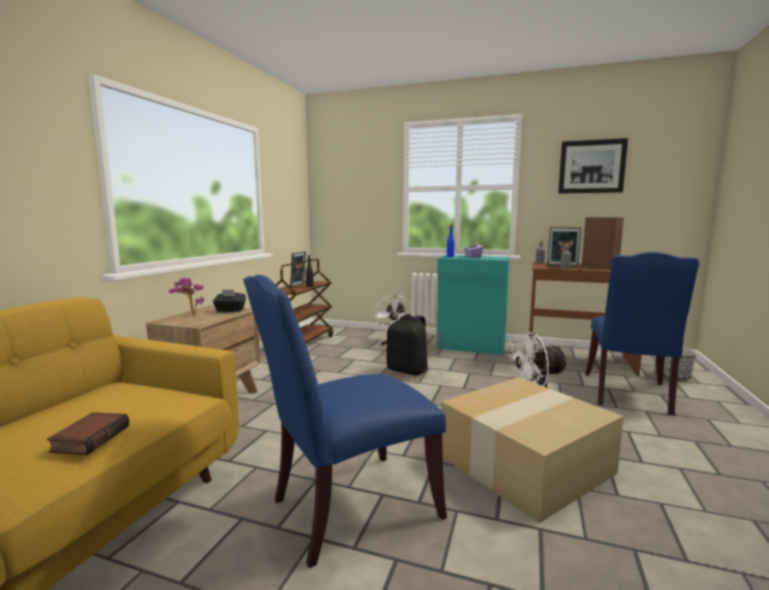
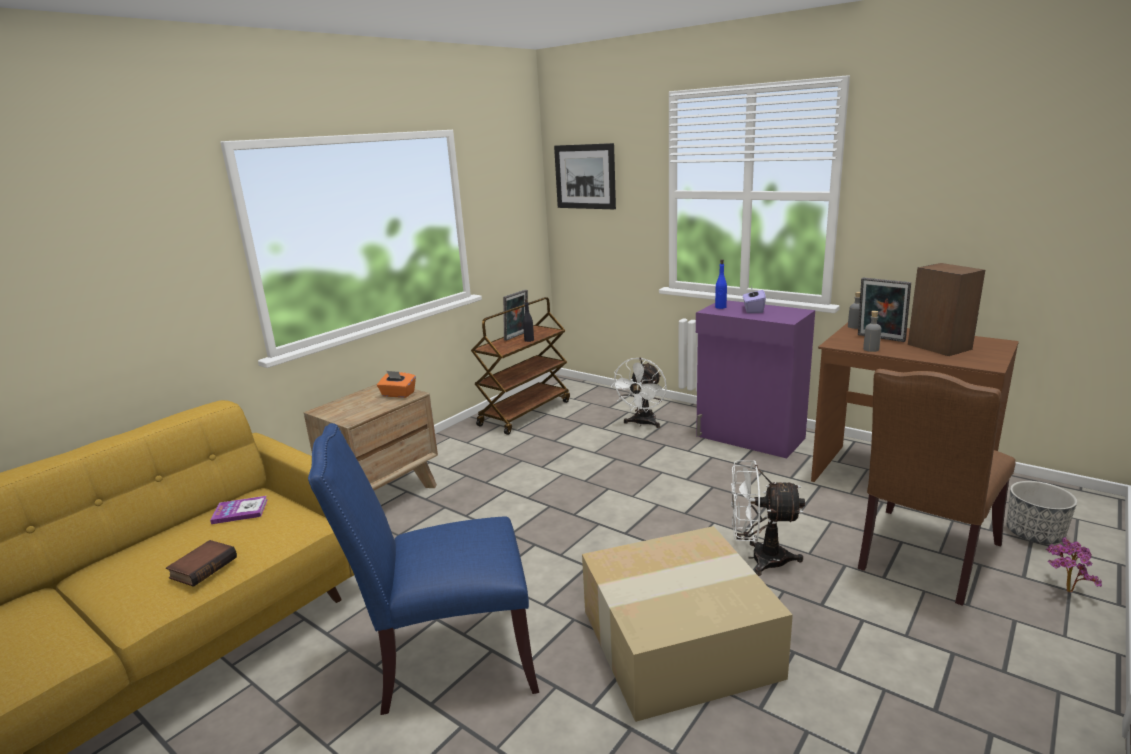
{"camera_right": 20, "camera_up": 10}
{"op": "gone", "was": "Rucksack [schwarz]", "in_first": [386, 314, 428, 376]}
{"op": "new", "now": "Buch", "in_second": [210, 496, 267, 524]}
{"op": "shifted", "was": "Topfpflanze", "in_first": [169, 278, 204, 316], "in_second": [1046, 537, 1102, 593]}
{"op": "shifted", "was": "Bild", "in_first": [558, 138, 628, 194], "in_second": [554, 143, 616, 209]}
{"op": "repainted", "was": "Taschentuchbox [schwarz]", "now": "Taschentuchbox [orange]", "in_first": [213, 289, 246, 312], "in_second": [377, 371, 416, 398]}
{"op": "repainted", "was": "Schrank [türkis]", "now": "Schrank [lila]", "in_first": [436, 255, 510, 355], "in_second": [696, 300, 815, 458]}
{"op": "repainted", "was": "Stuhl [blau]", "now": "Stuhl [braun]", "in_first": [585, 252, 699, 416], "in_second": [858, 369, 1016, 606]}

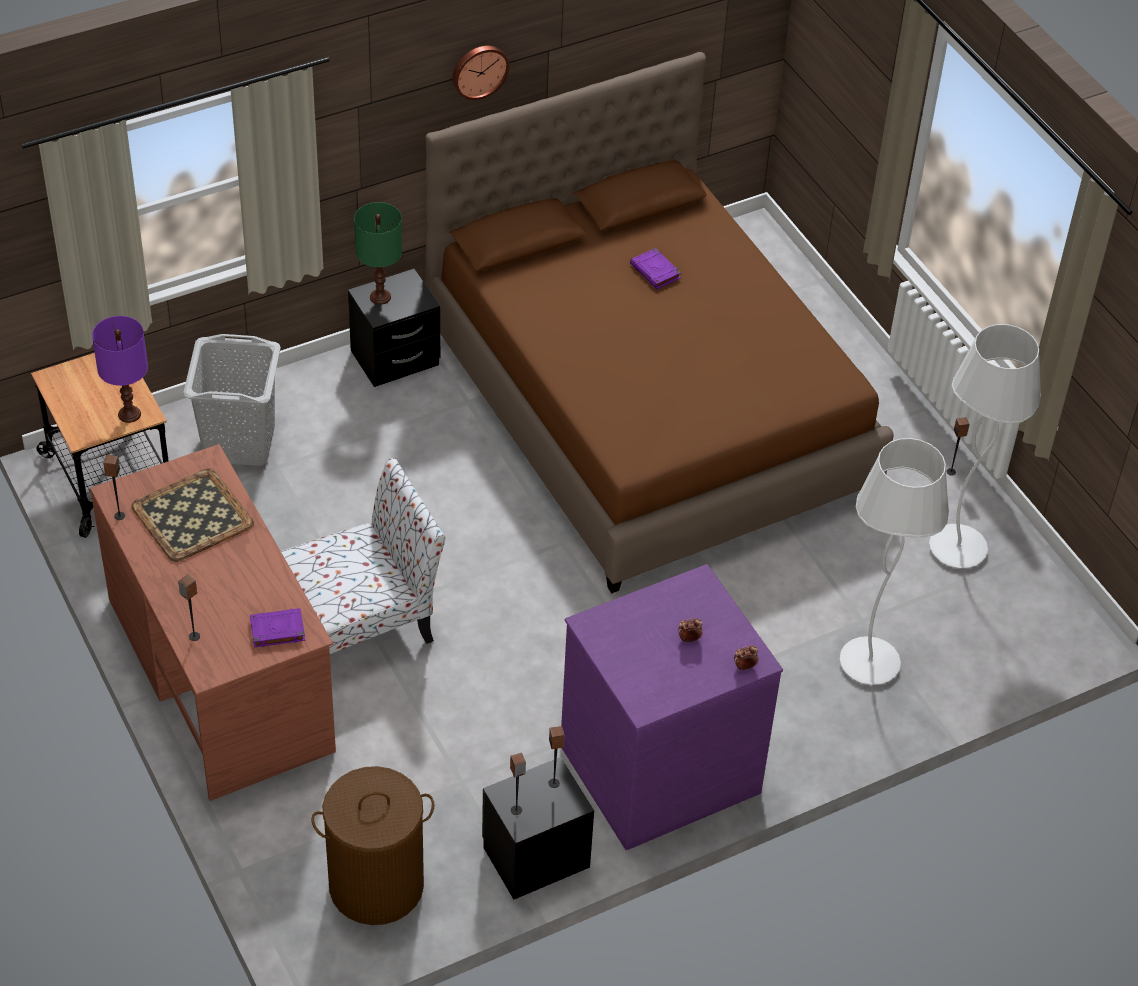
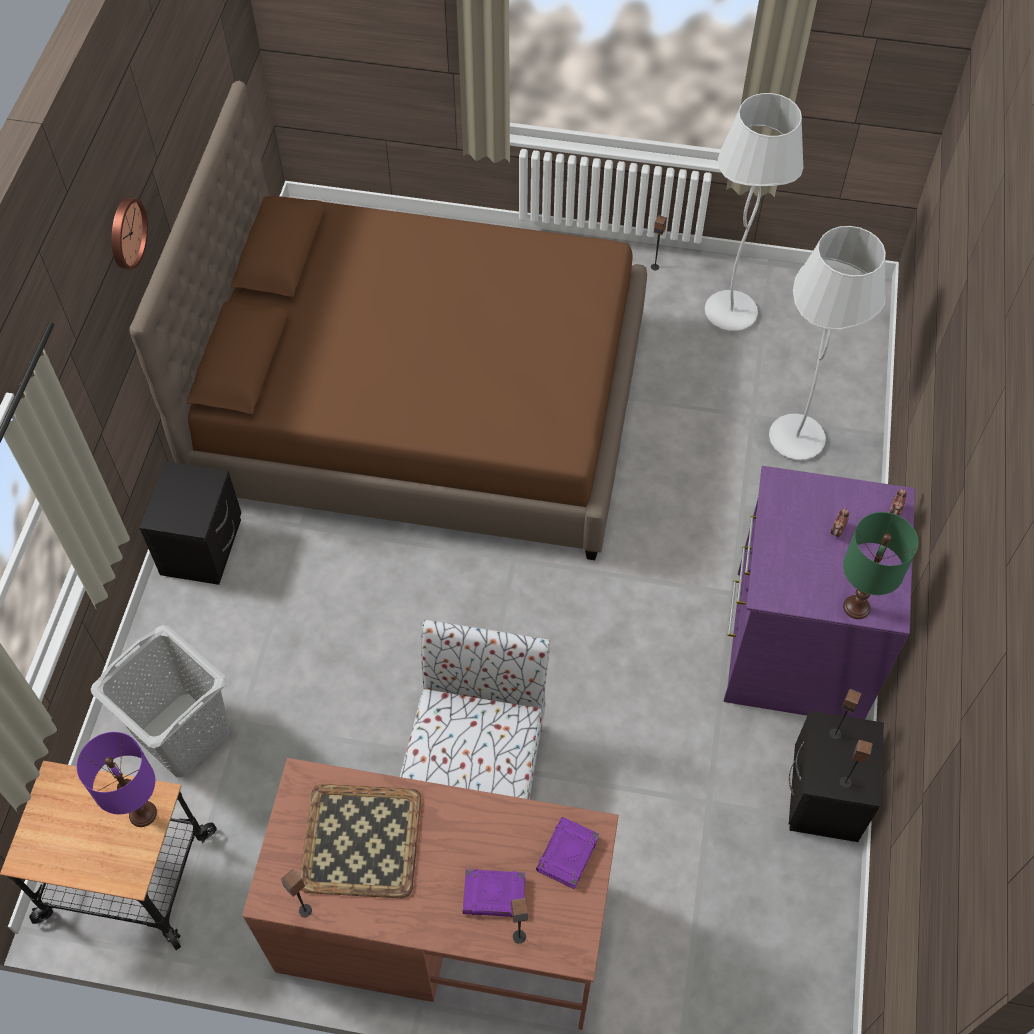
{"camera_right": -50, "camera_up": 10}
{"op": "gone", "was": "Wäschekorb [braun]", "in_first": [311, 766, 435, 925]}
{"op": "shifted", "was": "Tischlampe [grün]", "in_first": [354, 202, 402, 305], "in_second": [843, 512, 918, 619]}
{"op": "shifted", "was": "Buch [lila]", "in_first": [630, 248, 681, 289], "in_second": [463, 869, 525, 917]}

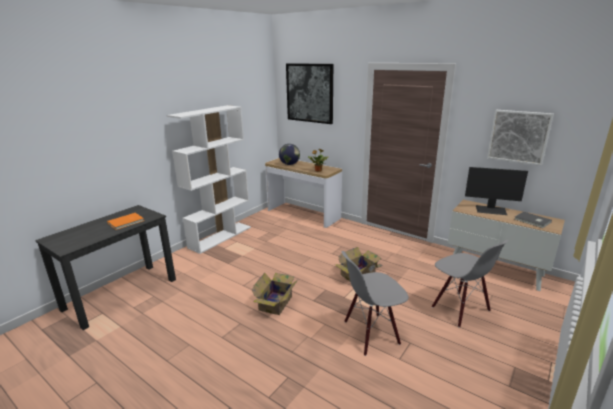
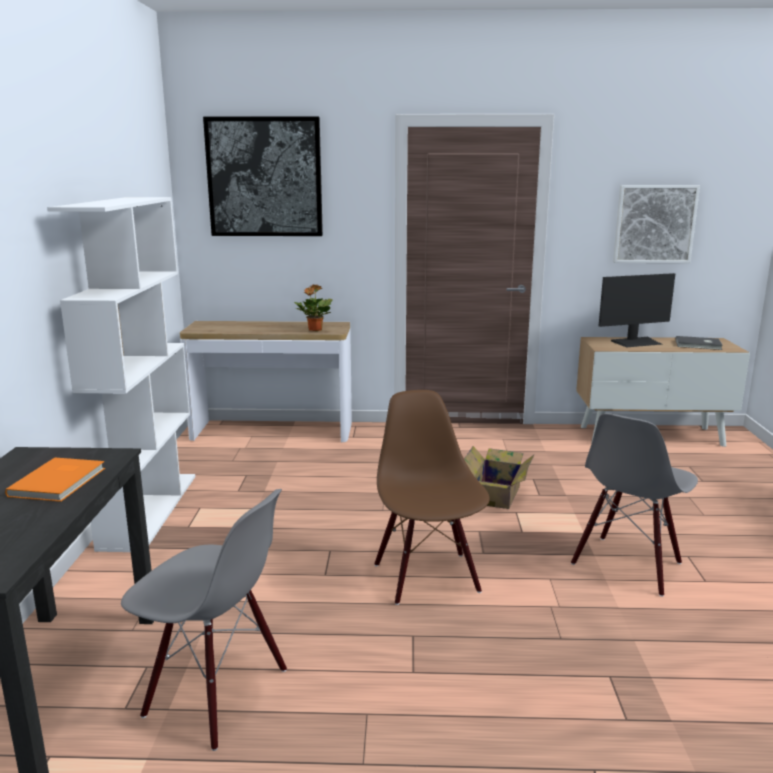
{"camera_right": -35, "camera_up": -5}
{"op": "gone", "was": "Globus", "in_first": [279, 144, 300, 165]}
{"op": "shifted", "was": "Stuhl [grau]", "in_first": [432, 240, 509, 328], "in_second": [121, 489, 287, 751]}
{"op": "swapped", "was": "Karton", "now": "Stuhl [braun]", "in_first": [252, 273, 298, 315], "in_second": [374, 390, 490, 605]}

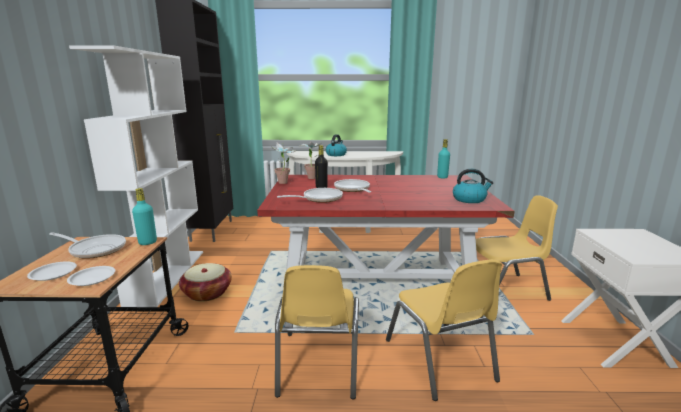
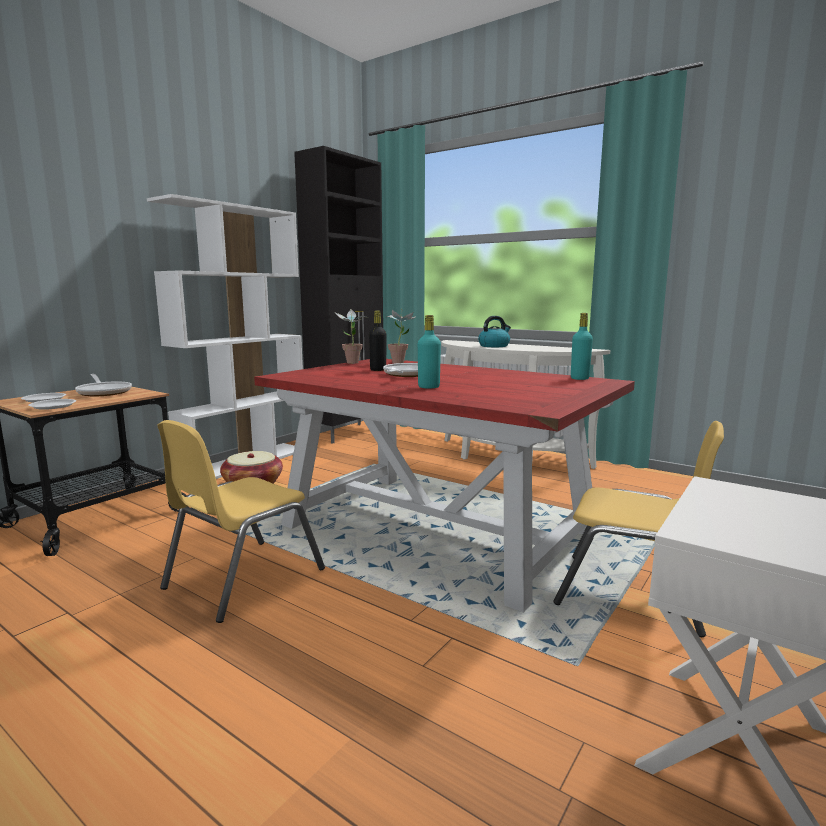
{"camera_right": 35, "camera_up": -5}
{"op": "gone", "was": "Pfanne", "in_first": [277, 188, 343, 203]}
{"op": "gone", "was": "Stuhl [gelb]", "in_first": [386, 259, 502, 401]}
{"op": "gone", "was": "Wasserkessel", "in_first": [453, 169, 494, 203]}
{"op": "shifted", "was": "Flasche [türkis]", "in_first": [132, 188, 157, 245], "in_second": [418, 315, 441, 389]}

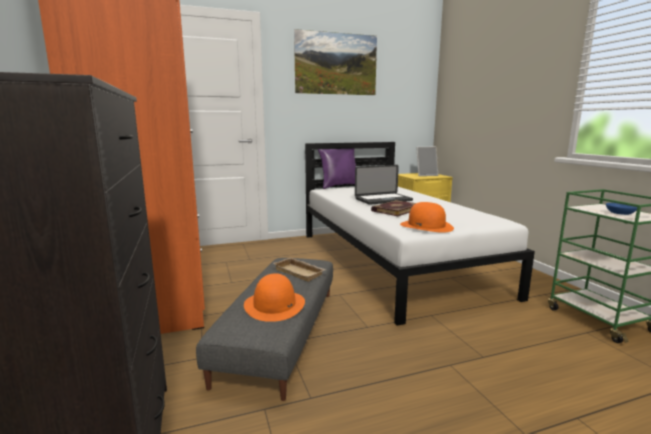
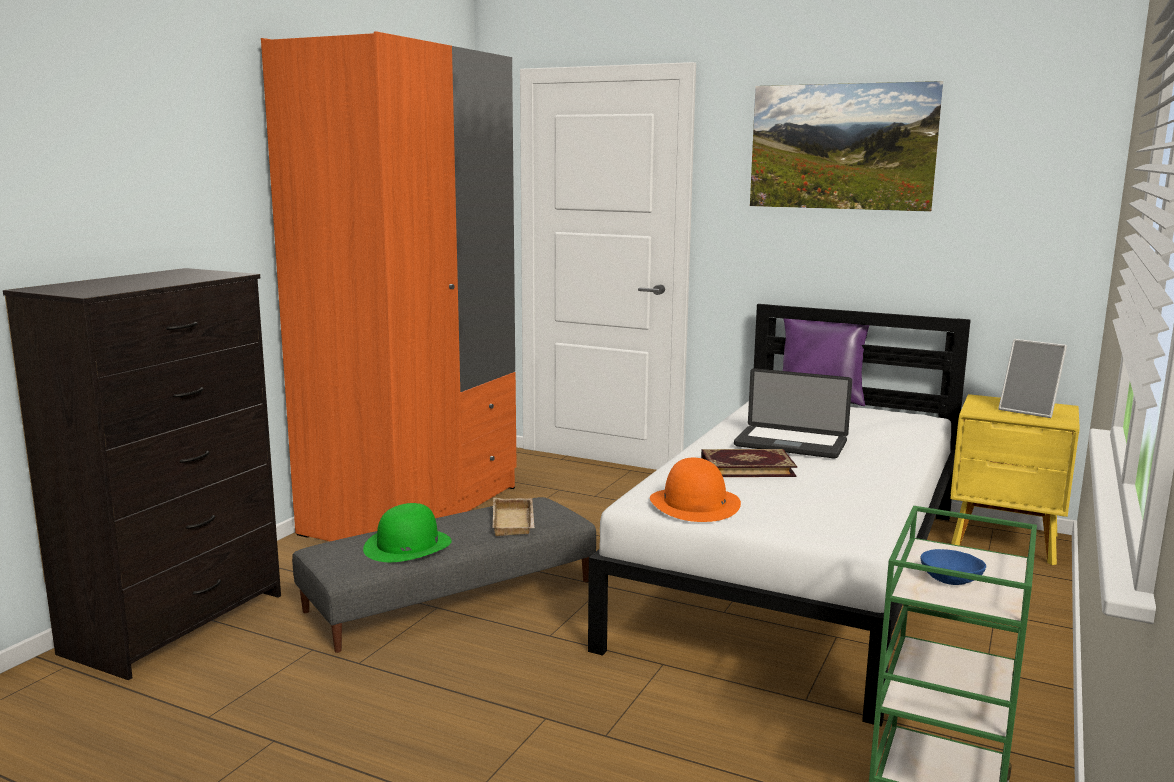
{"camera_right": 45, "camera_up": 0}
{"op": "repainted", "was": "Hut [orange]", "now": "Hut [grün]", "in_first": [244, 273, 305, 322], "in_second": [363, 503, 452, 562]}

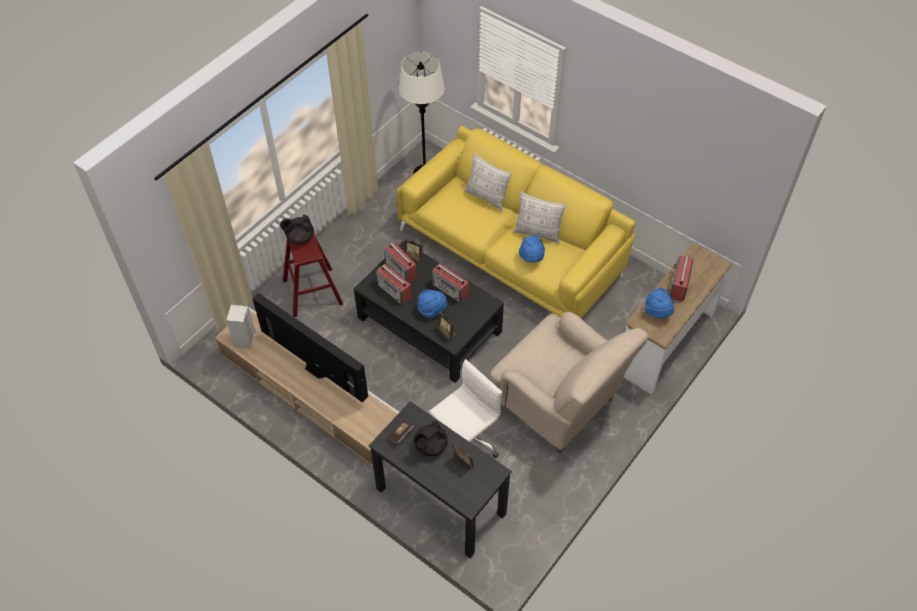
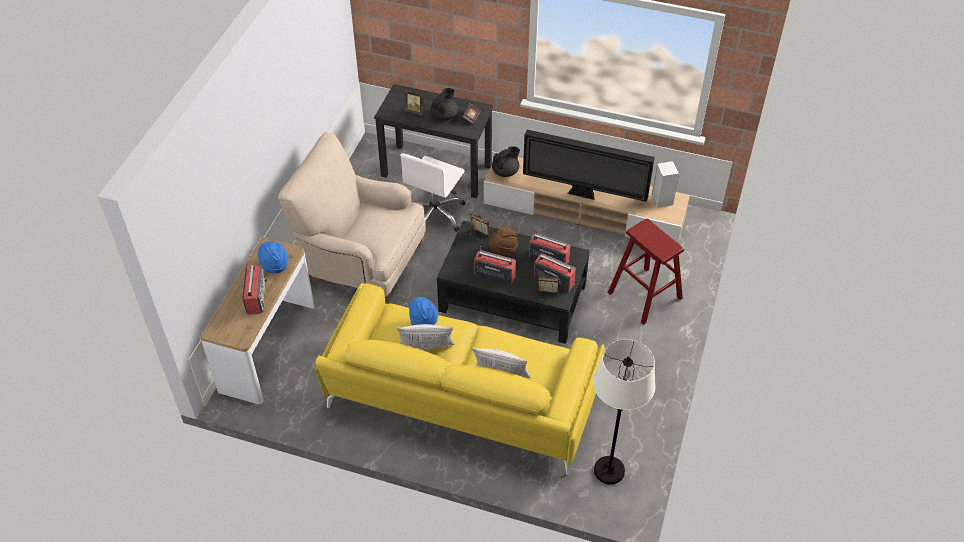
{"camera_right": 160, "camera_up": -5}
{"op": "shifted", "was": "Teekanne [schwarz]", "in_first": [280, 215, 314, 244], "in_second": [492, 146, 520, 177]}
{"op": "repainted", "was": "Hut [blau]", "now": "Hut [braun]", "in_first": [418, 290, 447, 319], "in_second": [488, 226, 518, 256]}

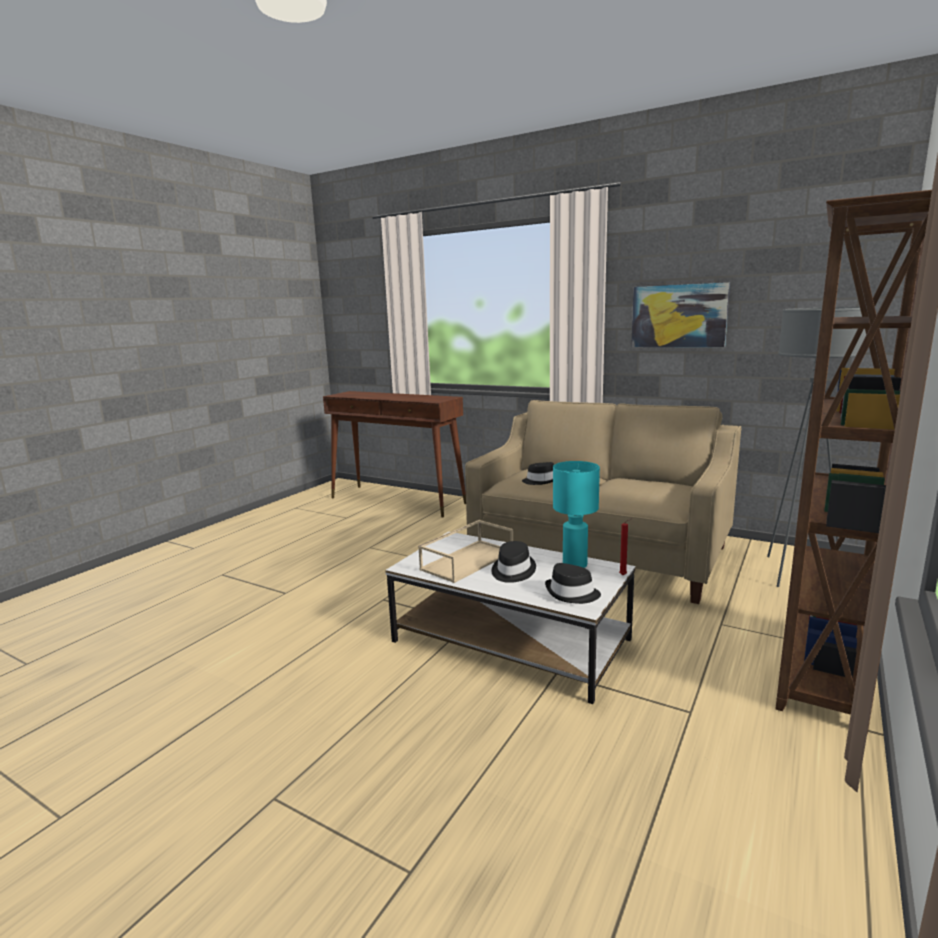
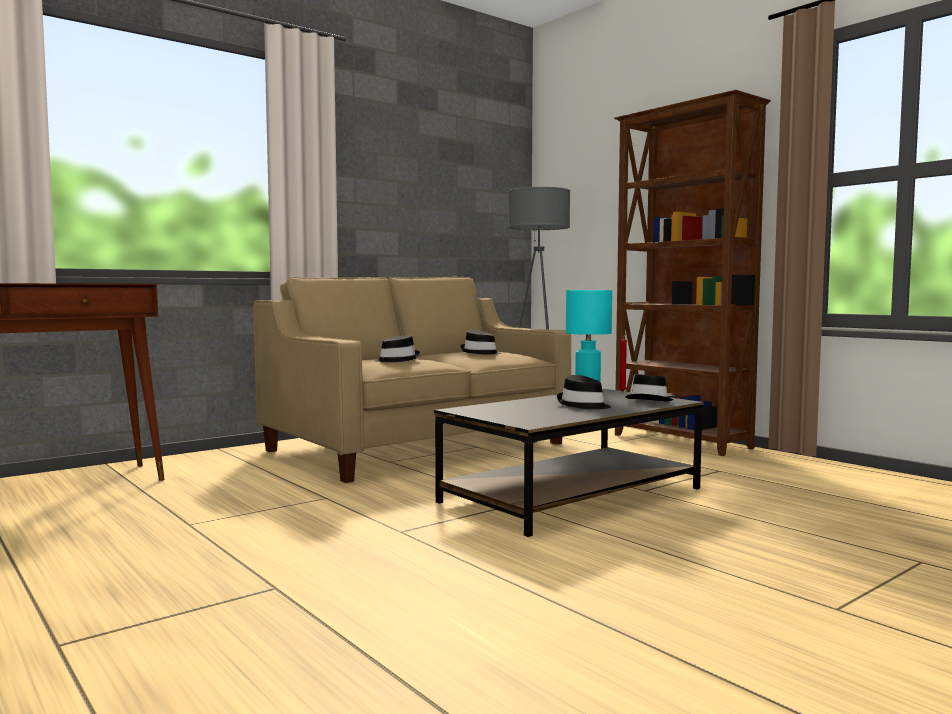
{"camera_right": -70, "camera_up": -10}
{"op": "gone", "was": "Tablett [beige]", "in_first": [418, 520, 513, 583]}
{"op": "gone", "was": "Bild", "in_first": [631, 282, 730, 347]}
{"op": "new", "now": "Hut [schwarz]", "in_second": [460, 330, 502, 355]}
{"op": "repainted", "was": "Couchtisch [weiß]", "now": "Couchtisch [schwarz]", "in_first": [385, 531, 636, 704], "in_second": [434, 389, 704, 537]}

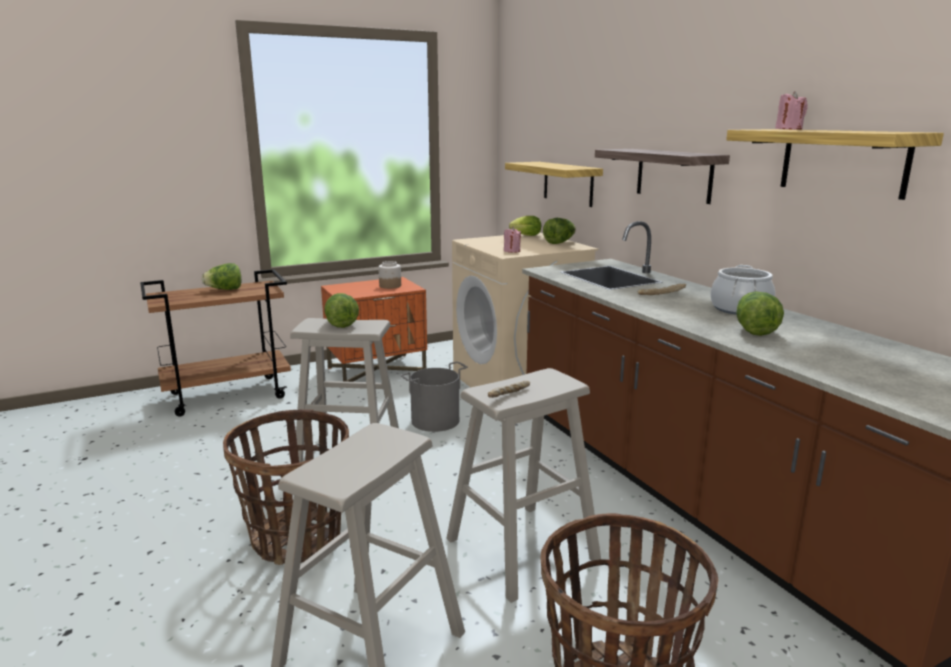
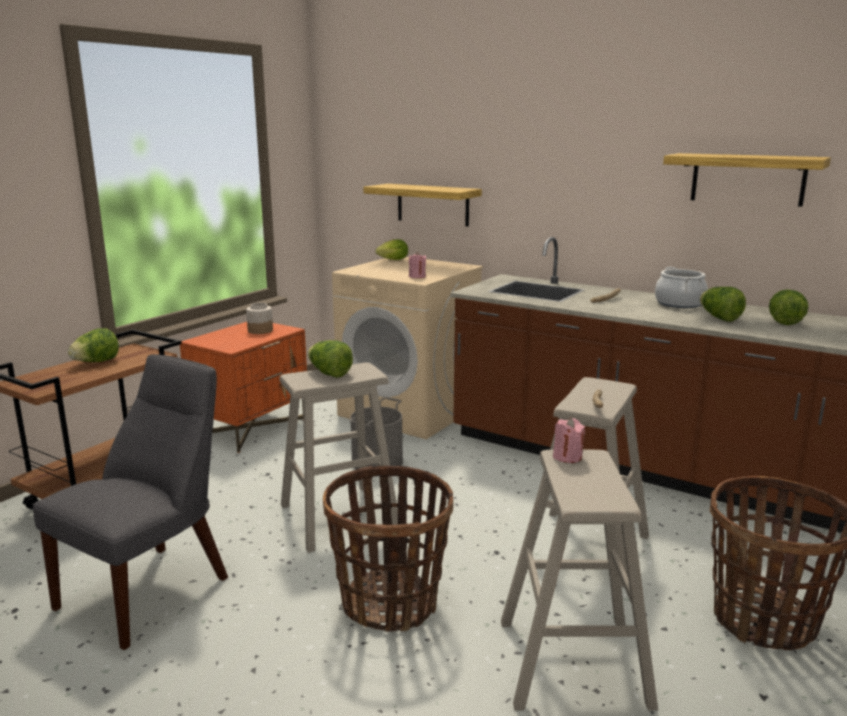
{"camera_right": -30, "camera_up": 0}
{"op": "gone", "was": "Wandregal", "in_first": [595, 149, 730, 204]}
{"op": "new", "now": "Stuhl [grau]", "in_second": [33, 354, 228, 650]}
{"op": "shifted", "was": "Salatkopf", "in_first": [543, 218, 576, 244], "in_second": [769, 289, 809, 325]}
{"op": "shifted", "was": "Kerze [rosa]", "in_first": [775, 91, 808, 130], "in_second": [553, 418, 585, 463]}

